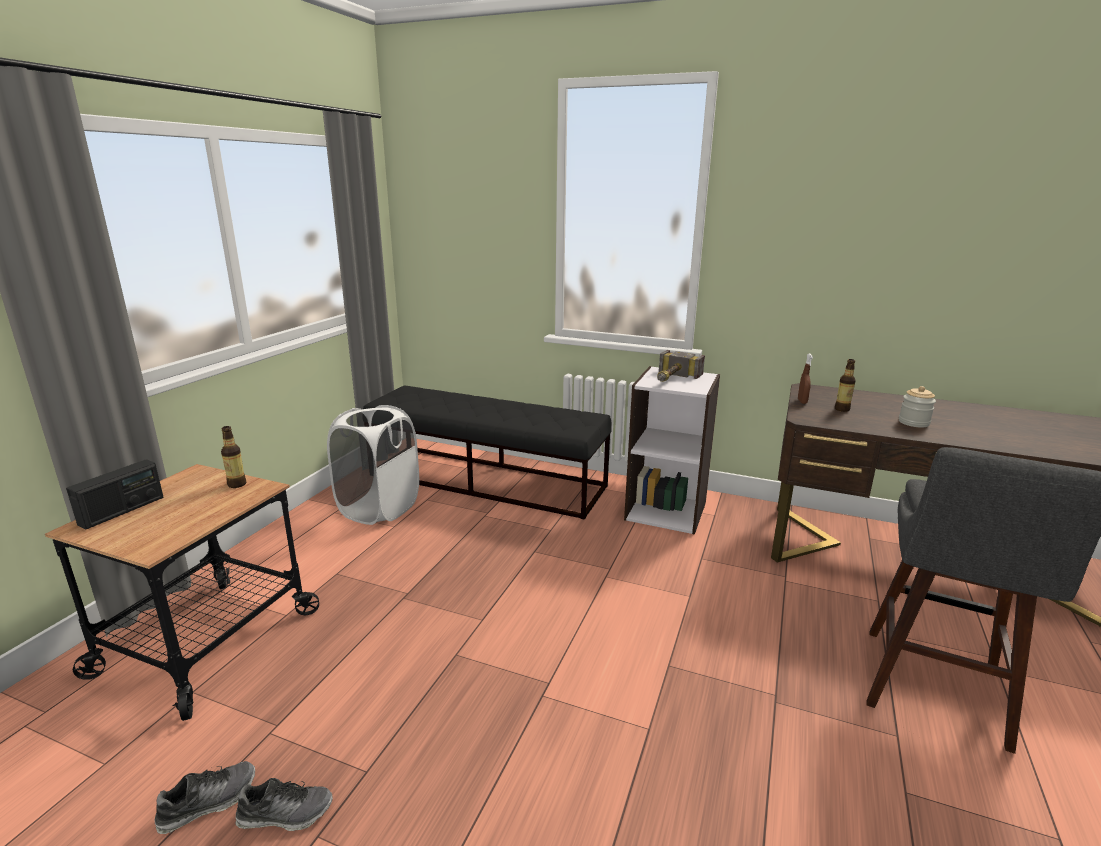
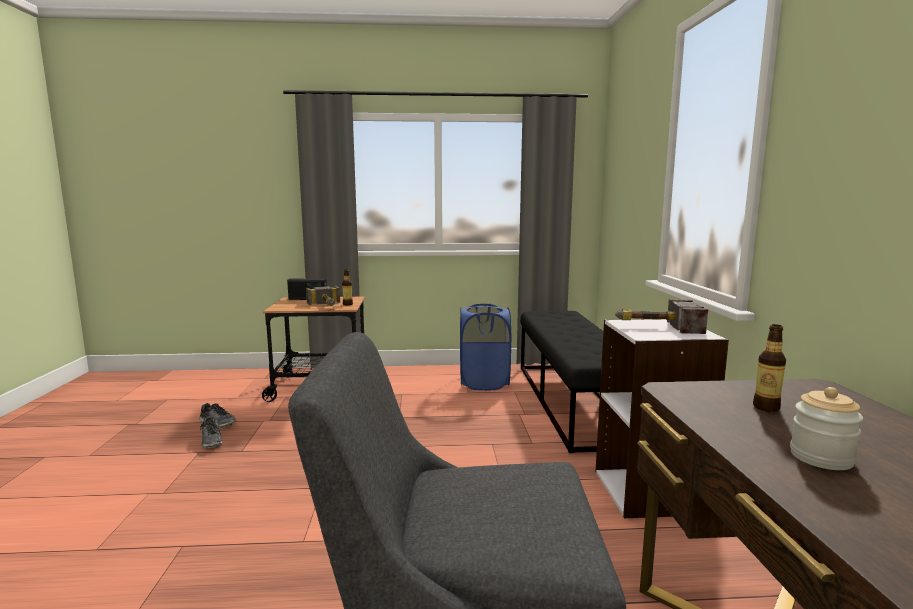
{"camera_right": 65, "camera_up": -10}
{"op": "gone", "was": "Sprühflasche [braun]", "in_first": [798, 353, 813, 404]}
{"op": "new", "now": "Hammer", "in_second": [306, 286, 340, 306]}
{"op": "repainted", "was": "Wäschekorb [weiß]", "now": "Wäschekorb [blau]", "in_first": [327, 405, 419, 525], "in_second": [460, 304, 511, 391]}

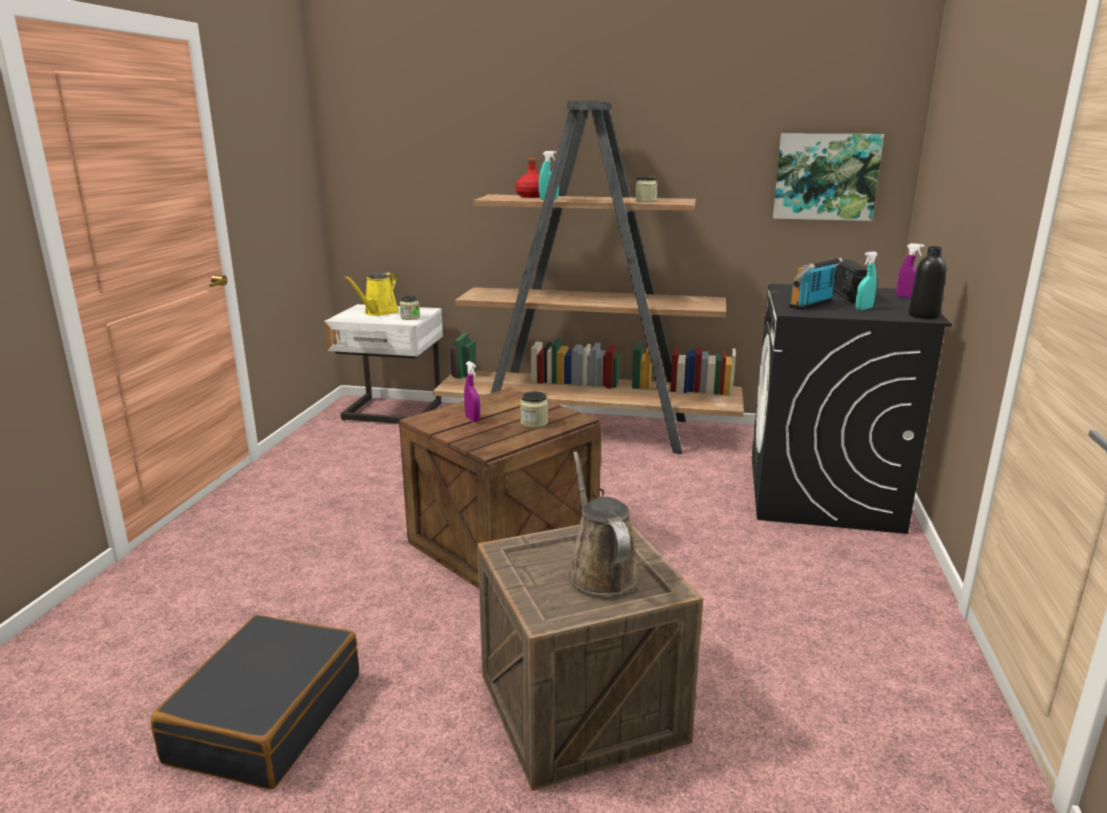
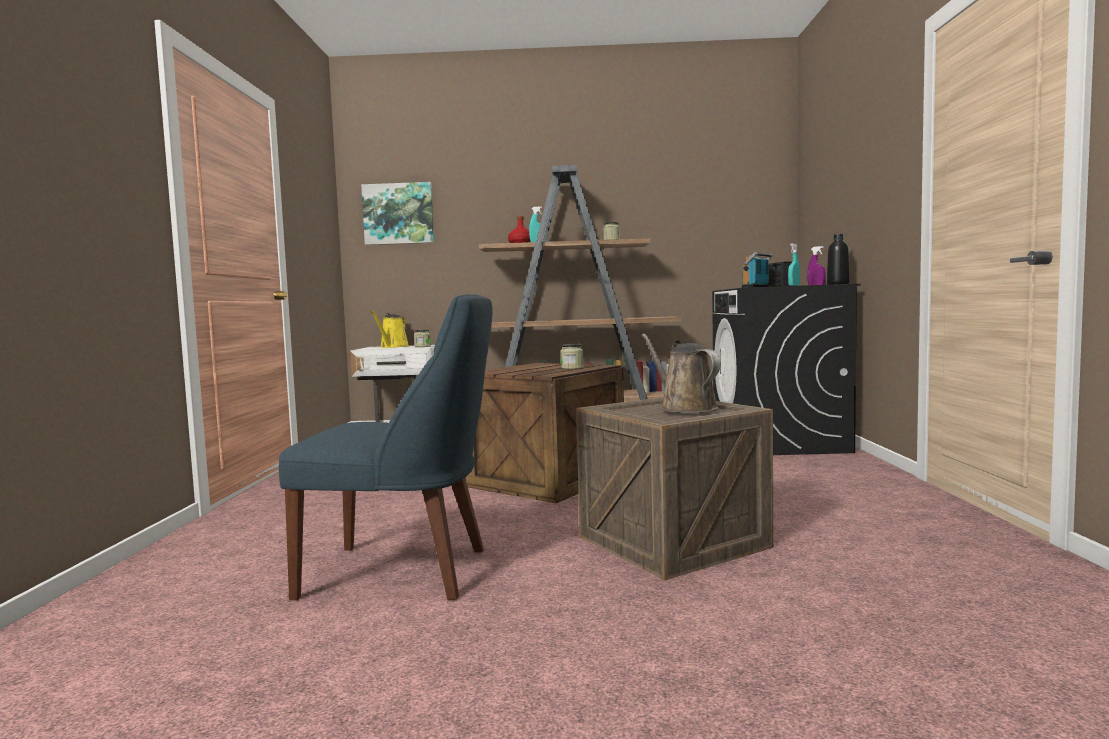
{"camera_right": -10, "camera_up": -15}
{"op": "gone", "was": "Sprühflasche [lila]", "in_first": [464, 361, 480, 422]}
{"op": "shifted", "was": "Bild", "in_first": [773, 134, 884, 221], "in_second": [361, 182, 434, 245]}
{"op": "swapped", "was": "Koffer [schwarz]", "now": "Stuhl [blau]", "in_first": [151, 615, 359, 790], "in_second": [279, 294, 493, 600]}

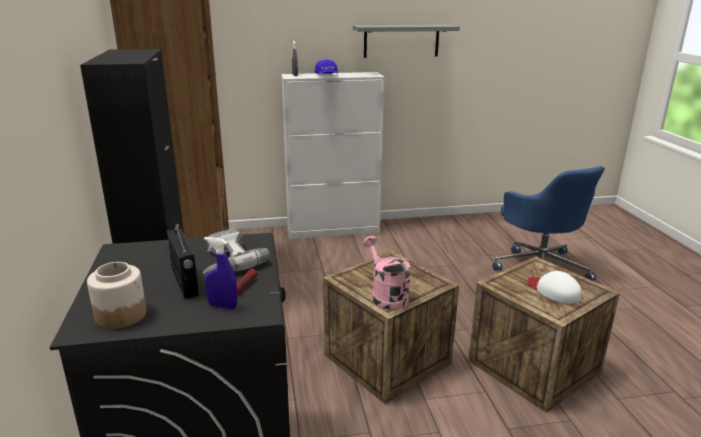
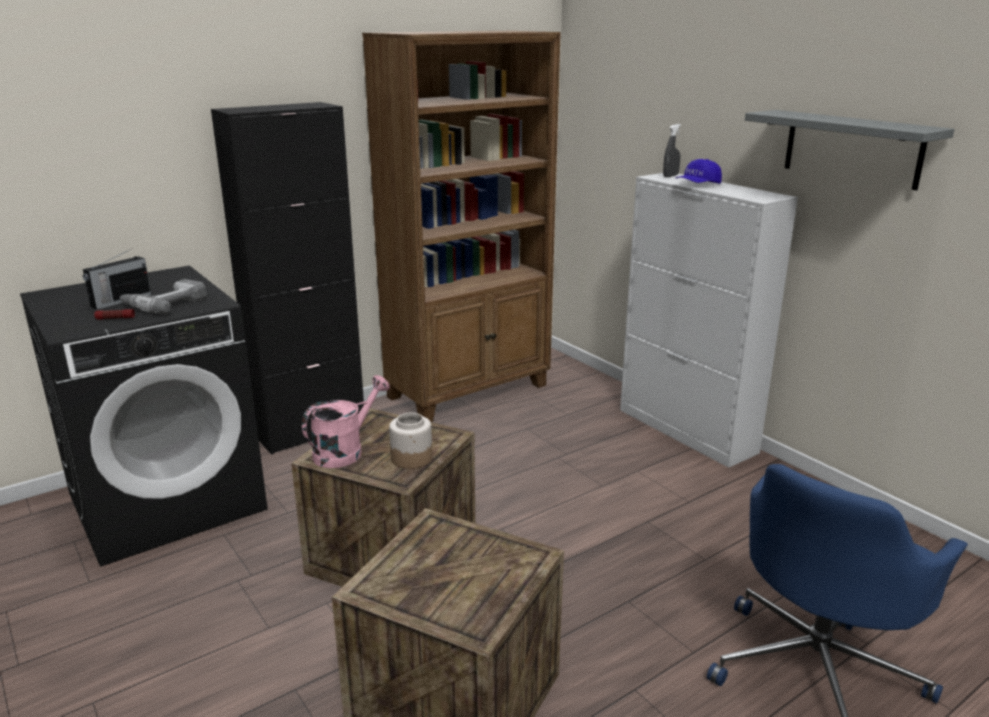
{"camera_right": 65, "camera_up": 0}
{"op": "gone", "was": "Sprühflasche [blau]", "in_first": [204, 237, 237, 309]}
{"op": "gone", "was": "Kappe [weiß]", "in_first": [528, 271, 582, 304]}
{"op": "shifted", "was": "Vorratsglas", "in_first": [87, 262, 146, 329], "in_second": [389, 412, 432, 469]}

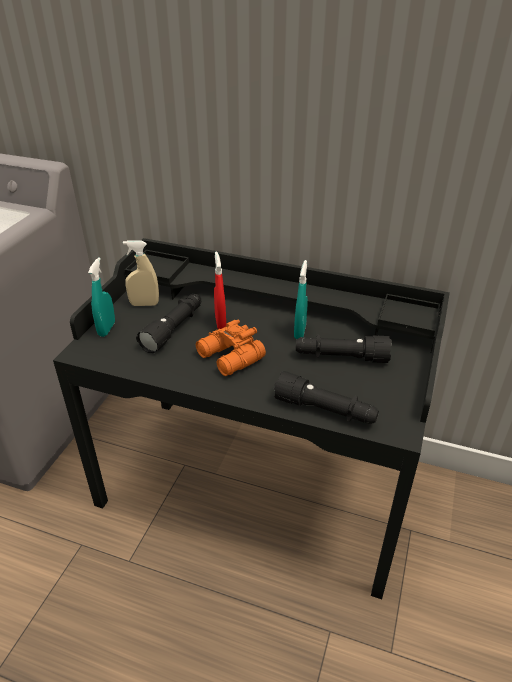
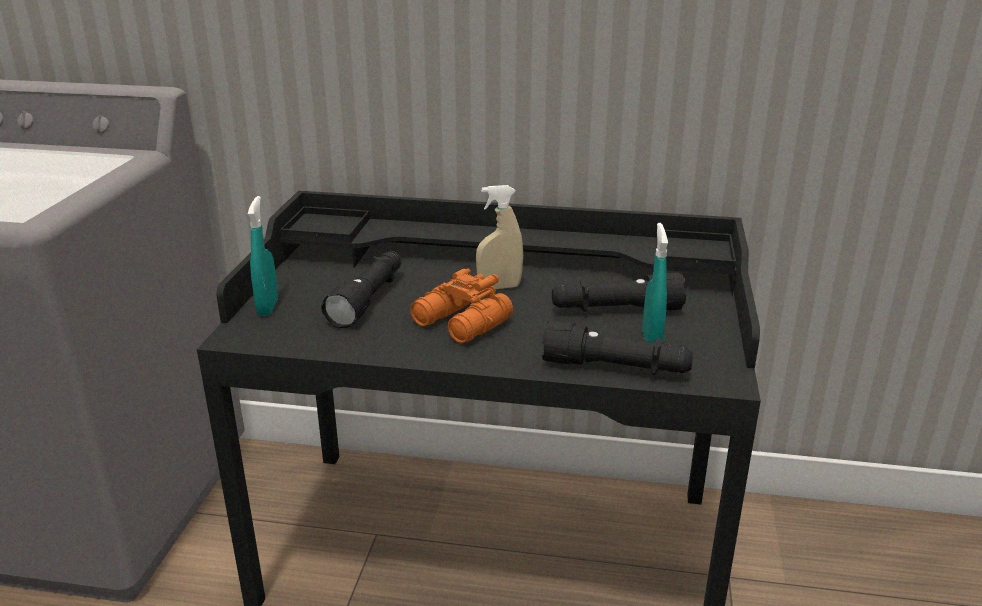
{"camera_right": -10, "camera_up": -10}
{"op": "gone", "was": "Sprühflasche [rot]", "in_first": [214, 252, 226, 329]}
{"op": "shifted", "was": "Sprühflasche [beige]", "in_first": [123, 240, 159, 306], "in_second": [476, 185, 523, 289]}
{"op": "shifted", "was": "Sprühflasche [türkis]", "in_first": [294, 260, 308, 339], "in_second": [642, 223, 668, 344]}

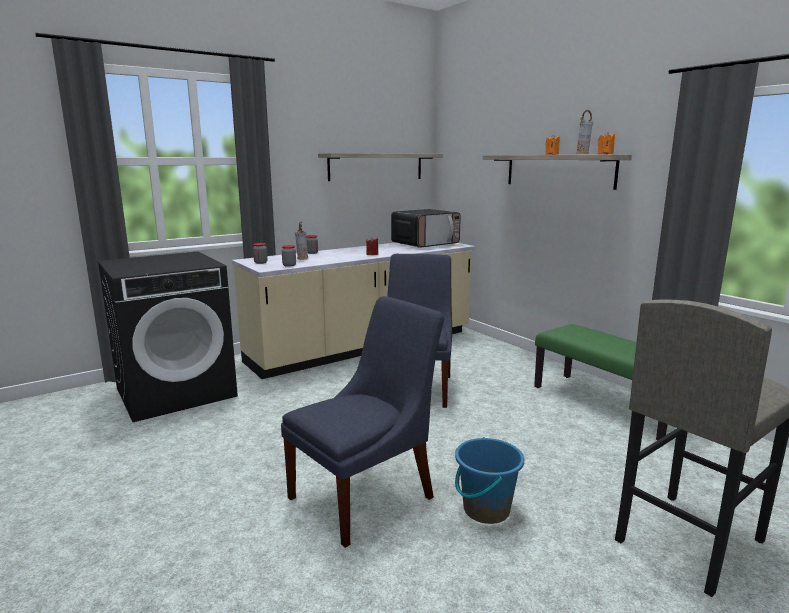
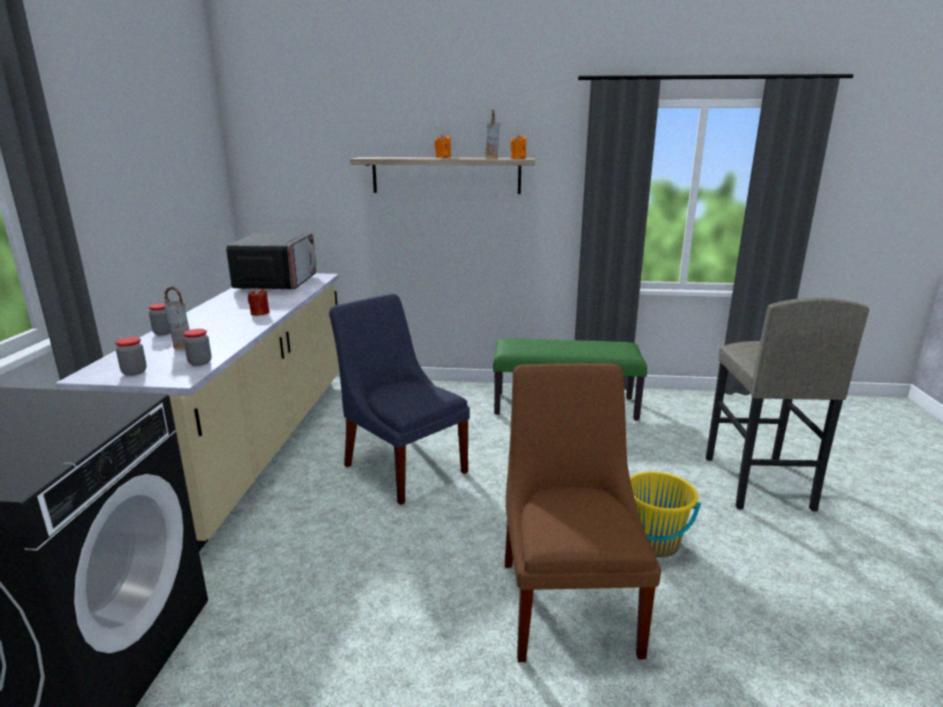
{"camera_right": -50, "camera_up": 5}
{"op": "gone", "was": "Wandregal", "in_first": [318, 153, 443, 181]}
{"op": "repainted", "was": "Stuhl [blau]", "now": "Stuhl [braun]", "in_first": [281, 296, 444, 548], "in_second": [505, 363, 661, 662]}
{"op": "repainted", "was": "Eimer [blau]", "now": "Eimer [gelb]", "in_first": [455, 437, 524, 524], "in_second": [630, 471, 701, 558]}

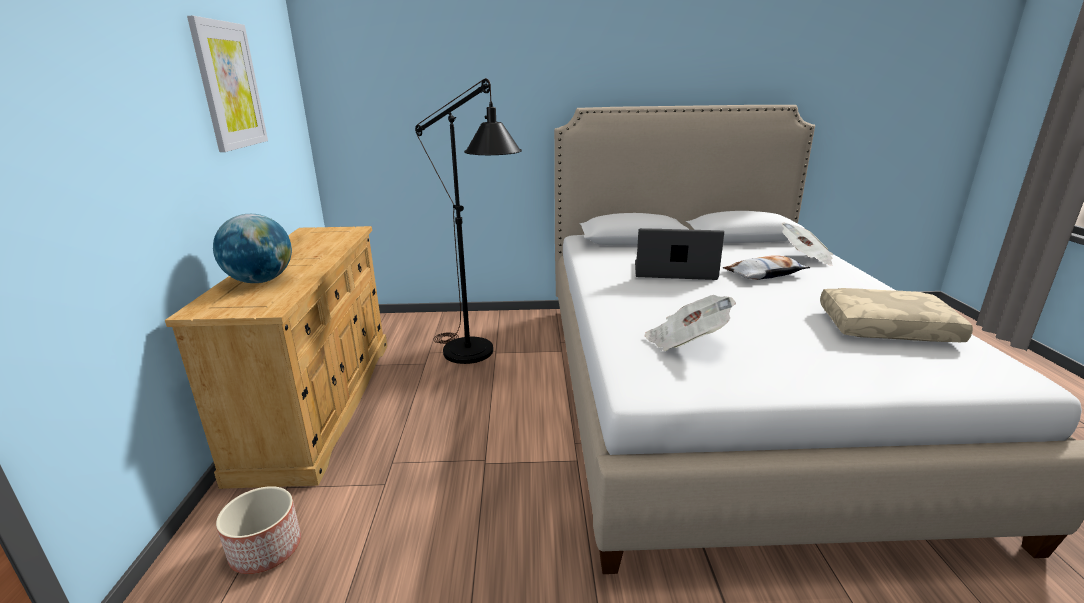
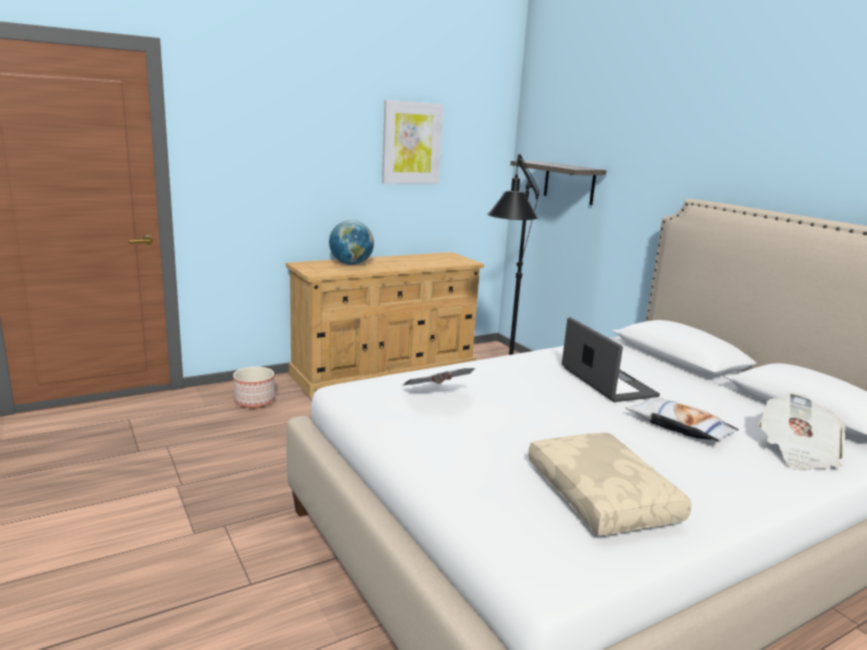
{"camera_right": 60, "camera_up": -5}
{"op": "new", "now": "Wandregal", "in_second": [511, 161, 606, 205]}

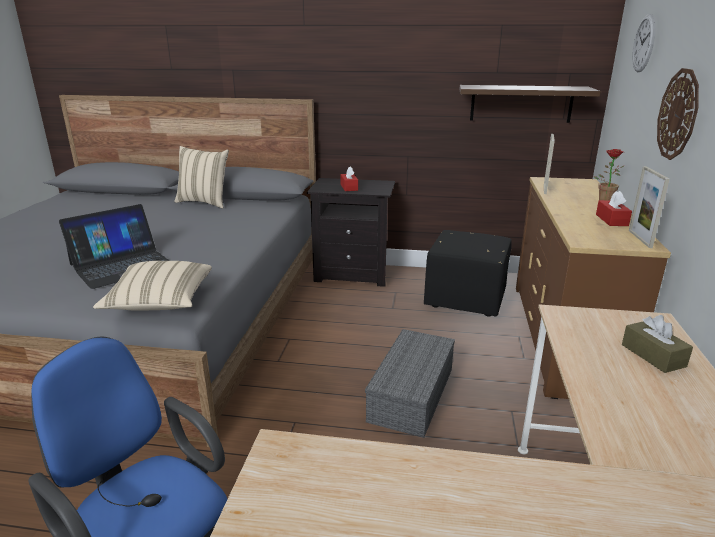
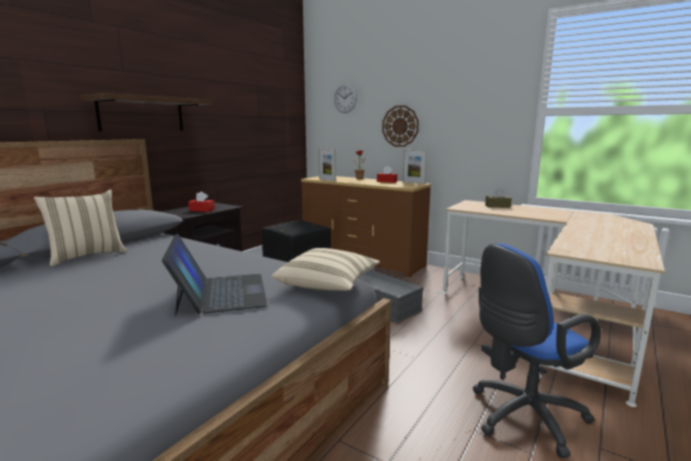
{"camera_right": -65, "camera_up": -10}
{"op": "shifted", "was": "Wandregal", "in_first": [459, 85, 601, 123], "in_second": [80, 93, 212, 131]}

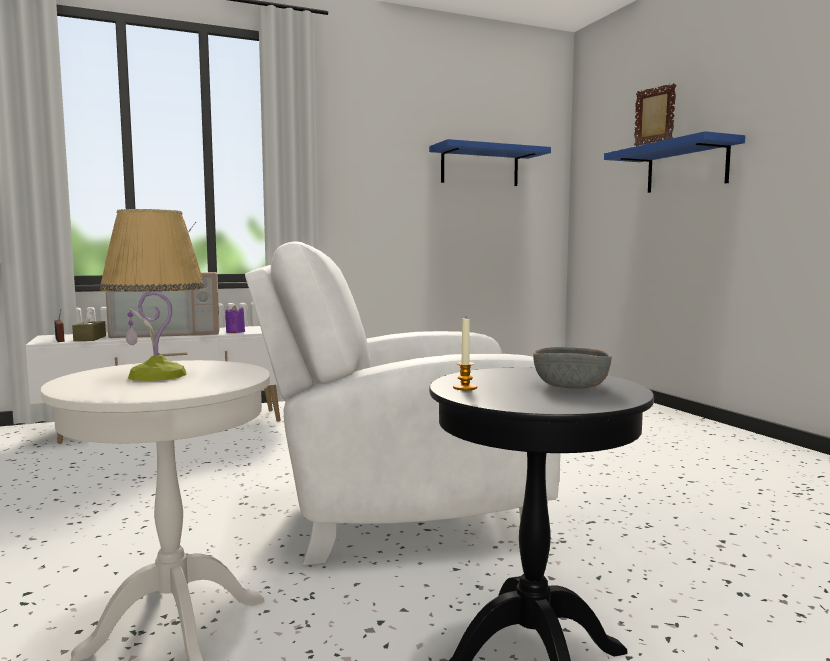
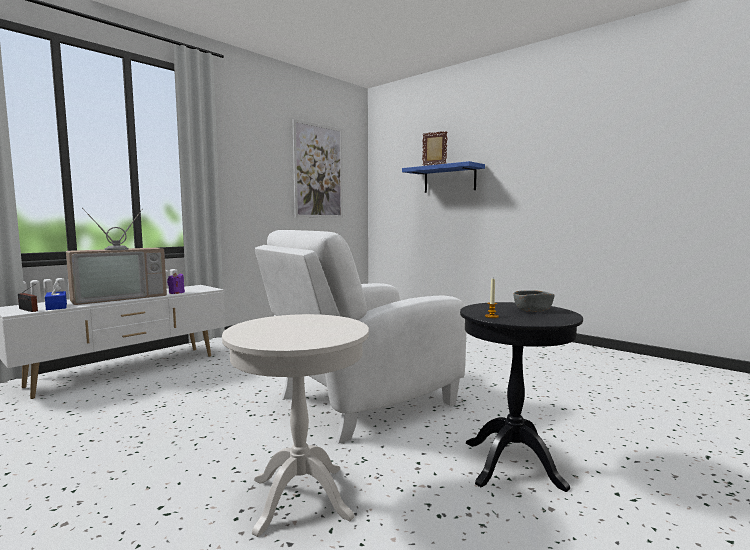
{"camera_right": -25, "camera_up": 0}
{"op": "gone", "was": "Tischlampe", "in_first": [100, 209, 205, 381]}
{"op": "swapped", "was": "Wandregal [blau]", "now": "Bild", "in_first": [429, 139, 551, 186], "in_second": [293, 119, 343, 218]}
{"op": "repainted", "was": "Taschentuchbox [braun]", "now": "Taschentuchbox [blau]", "in_first": [72, 308, 106, 341], "in_second": [45, 281, 67, 310]}

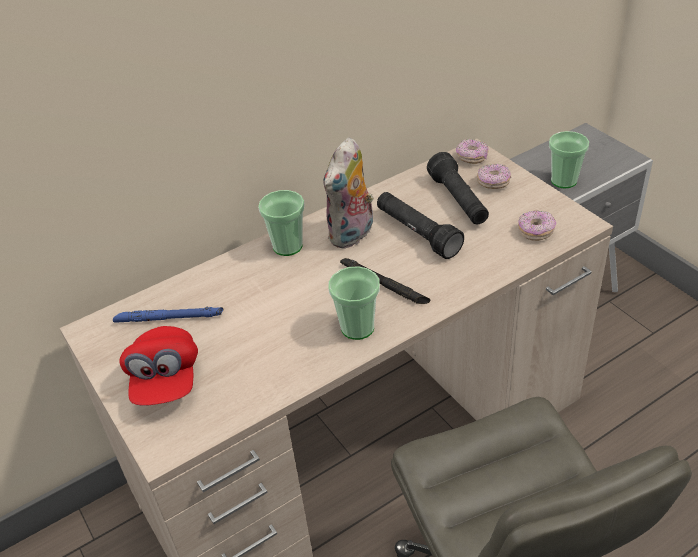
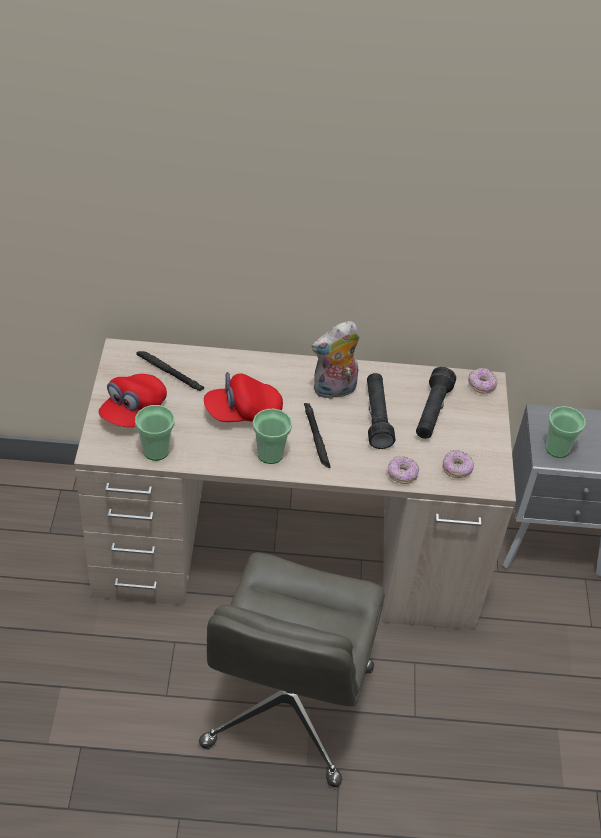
{"camera_right": 30, "camera_up": 5}
{"op": "new", "now": "Kappe [rot]", "in_second": [204, 372, 283, 422]}
{"op": "shifted", "was": "Tasse", "in_first": [258, 190, 305, 256], "in_second": [135, 405, 175, 461]}
{"op": "shifted", "was": "Donut", "in_first": [477, 164, 511, 189], "in_second": [388, 456, 419, 484]}
{"op": "repainted", "was": "Taschenlampe [blau]", "now": "Taschenlampe [schwarz]", "in_first": [113, 307, 223, 323], "in_second": [136, 351, 204, 391]}

